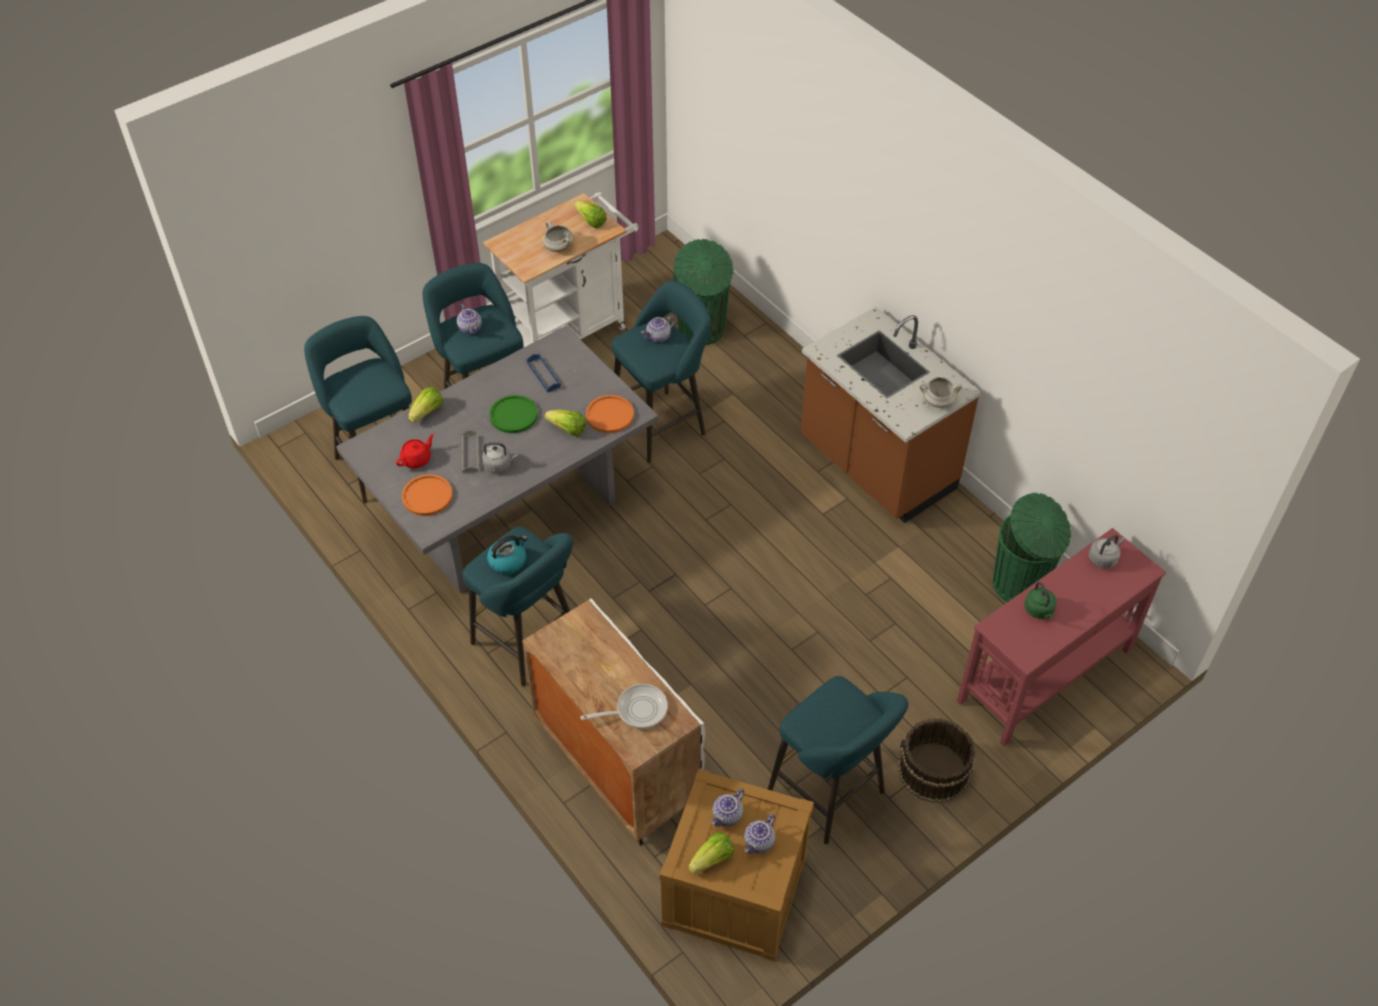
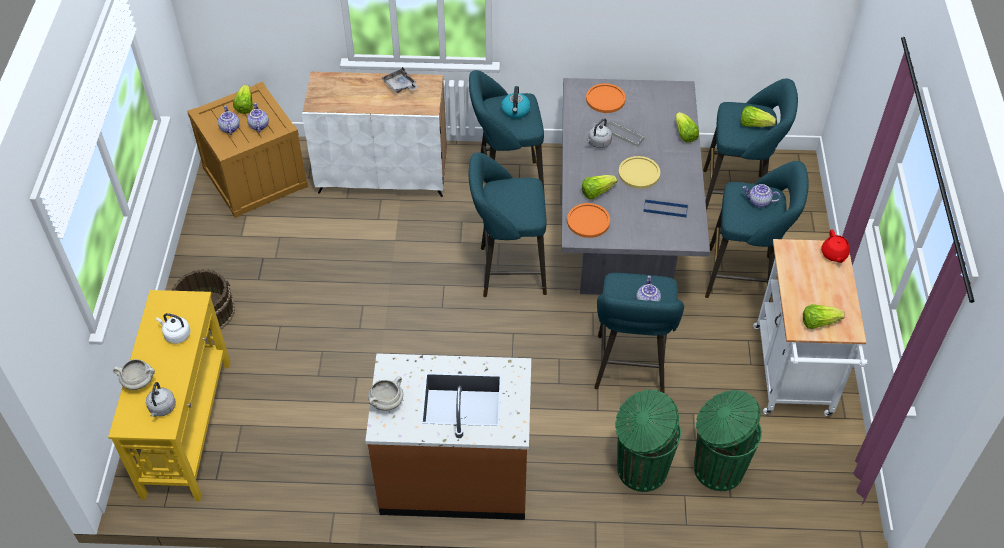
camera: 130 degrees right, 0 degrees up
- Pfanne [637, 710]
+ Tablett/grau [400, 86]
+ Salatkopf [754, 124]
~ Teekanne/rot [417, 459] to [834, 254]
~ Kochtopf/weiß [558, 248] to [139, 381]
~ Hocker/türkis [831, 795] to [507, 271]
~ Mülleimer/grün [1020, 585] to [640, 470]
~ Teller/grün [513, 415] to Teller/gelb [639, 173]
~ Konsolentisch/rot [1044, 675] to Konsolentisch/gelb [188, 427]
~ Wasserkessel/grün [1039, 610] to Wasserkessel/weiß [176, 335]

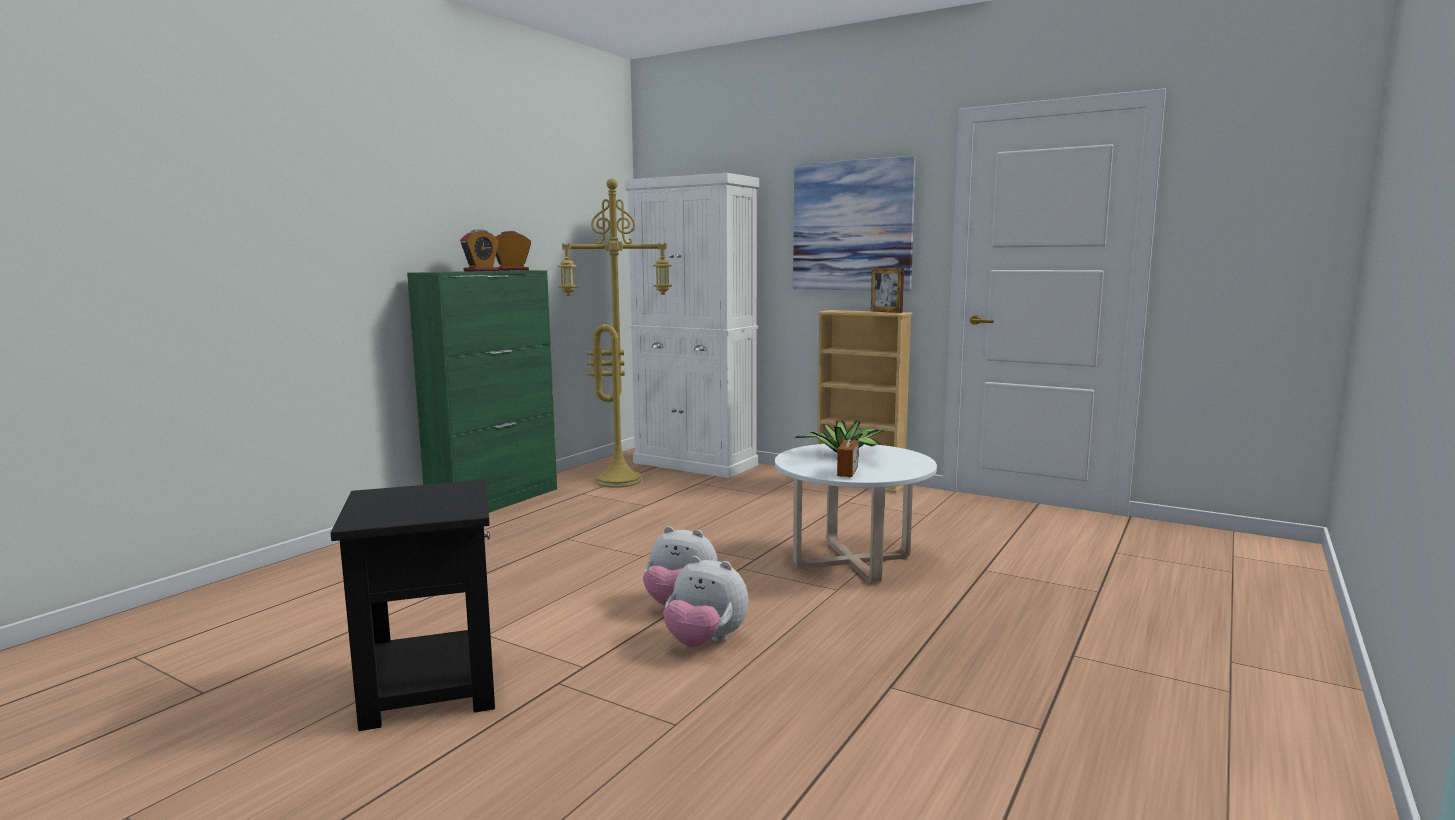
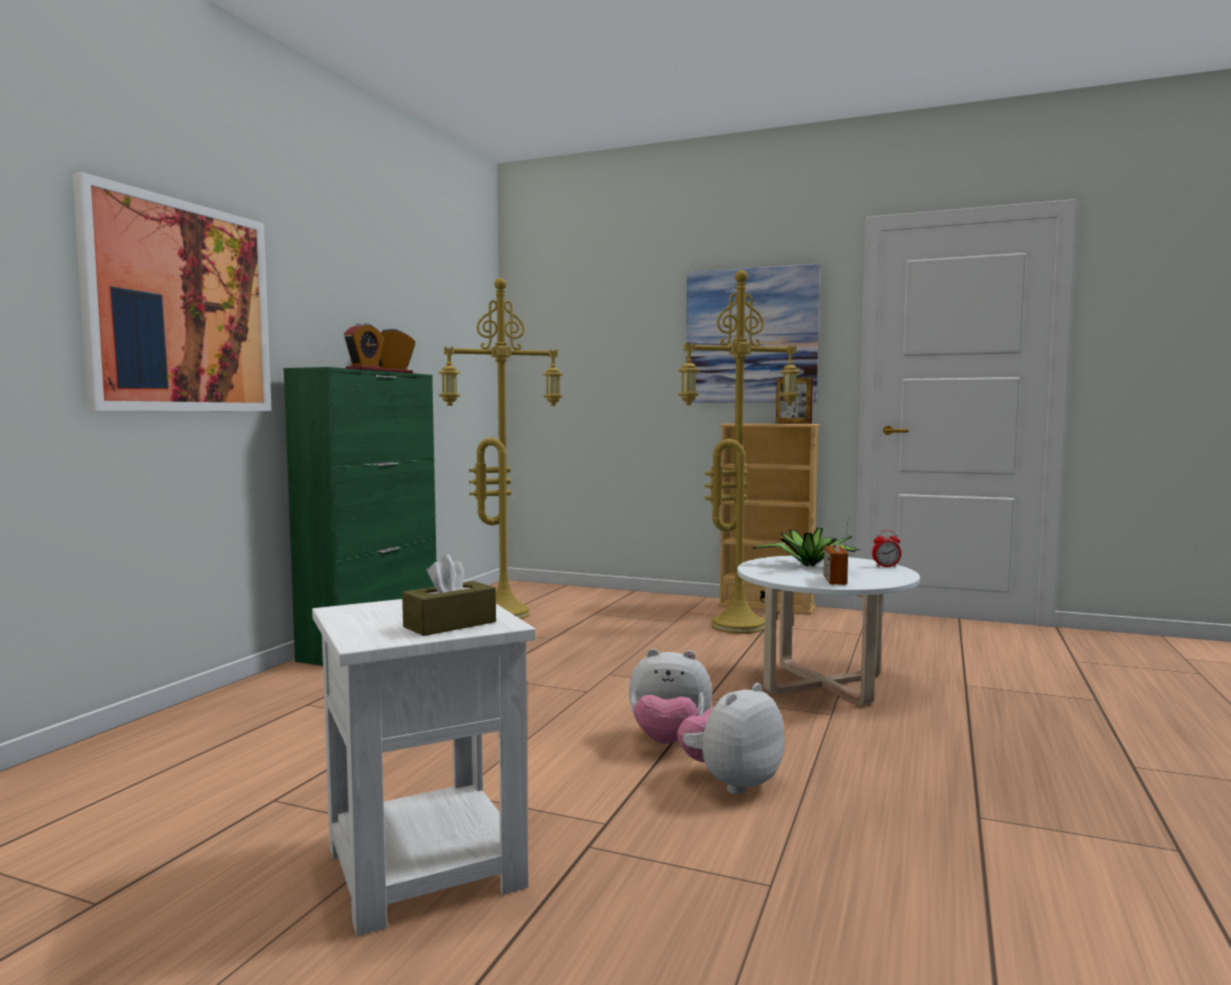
camera: 10 degrees left, 5 degrees down
- Schrank/weiß [695, 464]
+ Bild [181, 307]
+ Taschentuchbox/braun [450, 624]
+ Stehlampe/gelb [738, 625]
+ Wecker [886, 566]
~ Beistelltisch/schwarz [430, 687] to Beistelltisch/weiß [423, 866]
~ Plüschtier [705, 642] = [731, 782] 120 degrees clockwise

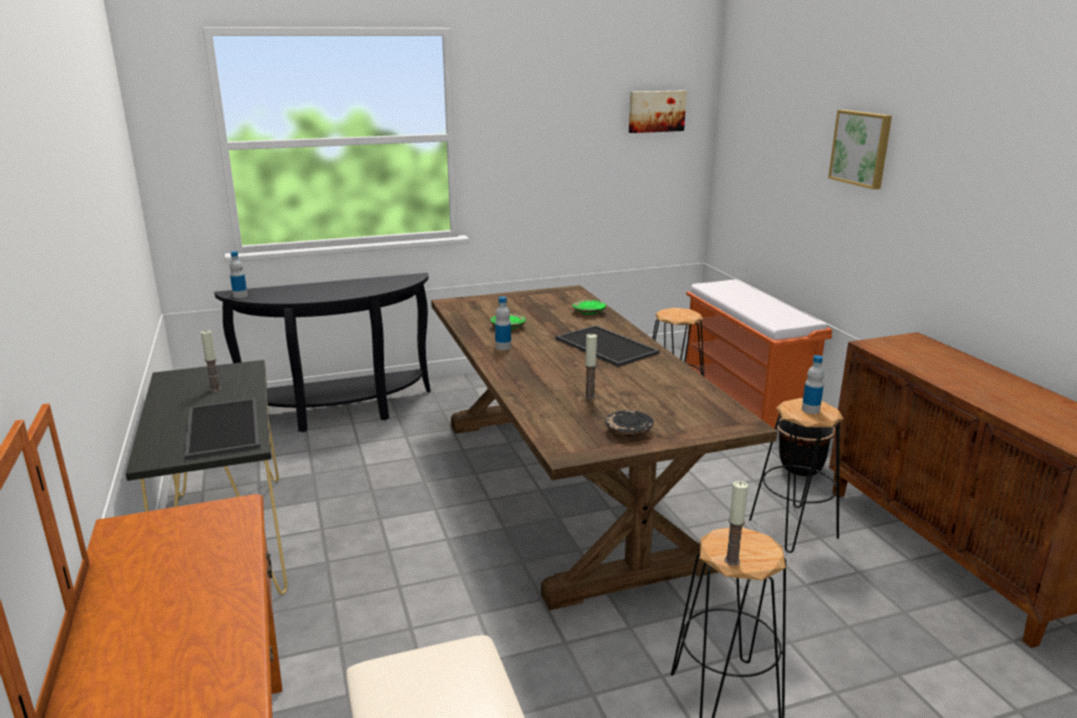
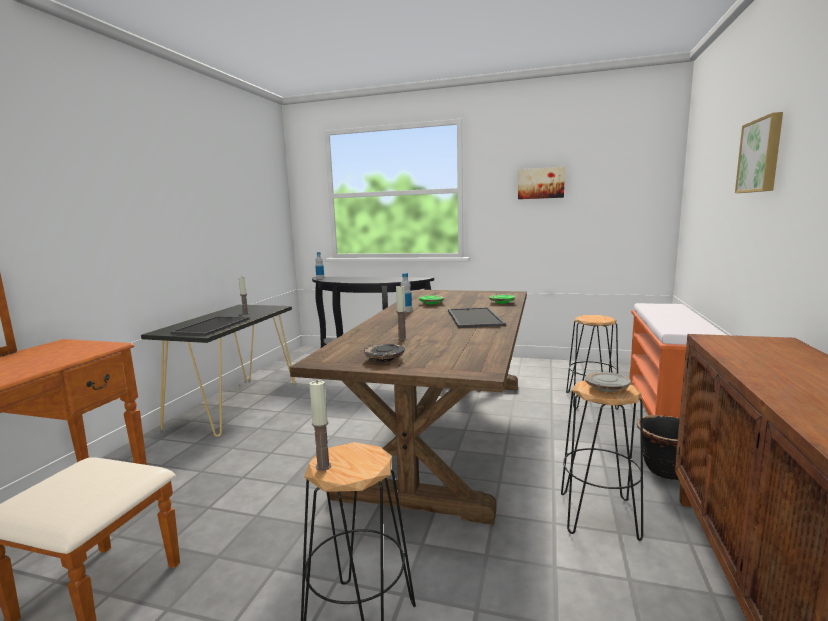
camera: 35 degrees right, 10 degrees down
~ Bild [656, 111] to [541, 183]
~ Flasche [810, 410] to Teller/grau [606, 388]

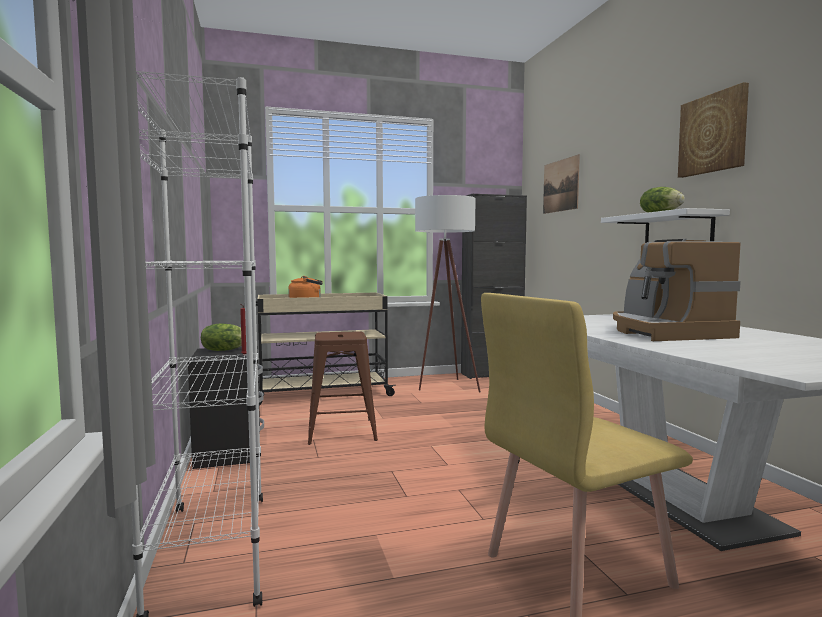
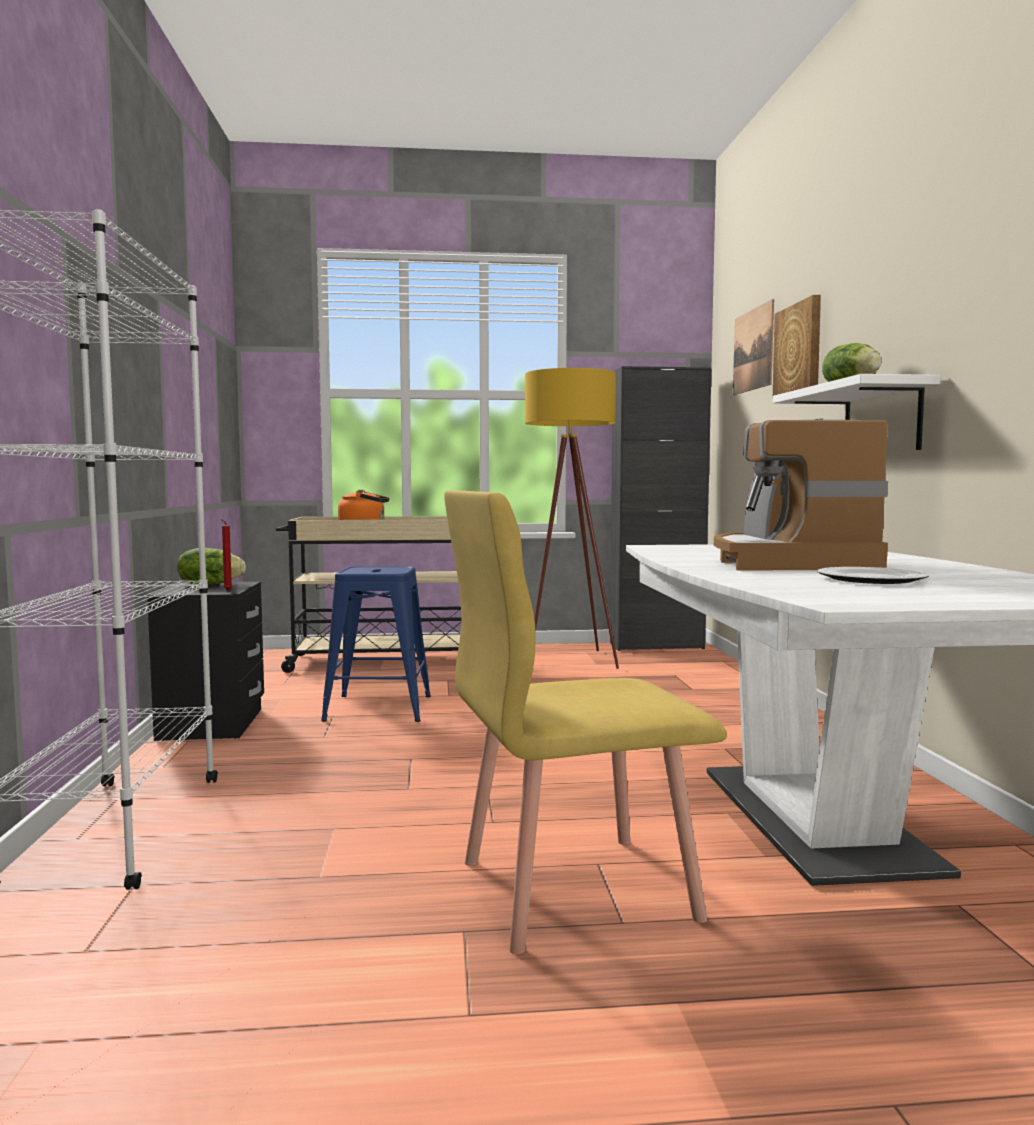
camera: 10 degrees right, 0 degrees up
+ Teller [872, 579]
~ Bild [713, 133] to [799, 350]
~ Hocker/braun [342, 431] to Hocker/blau [379, 708]
~ Stehlampe/weiß [445, 387] to Stehlampe/gelb [570, 661]

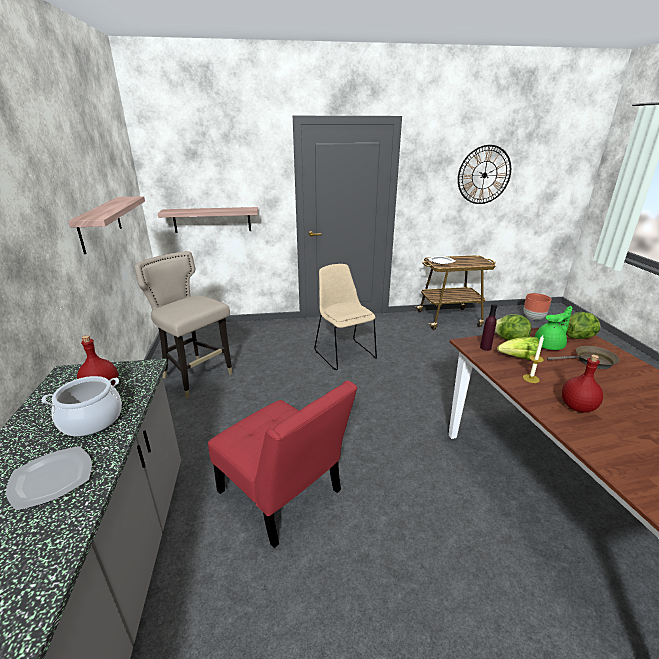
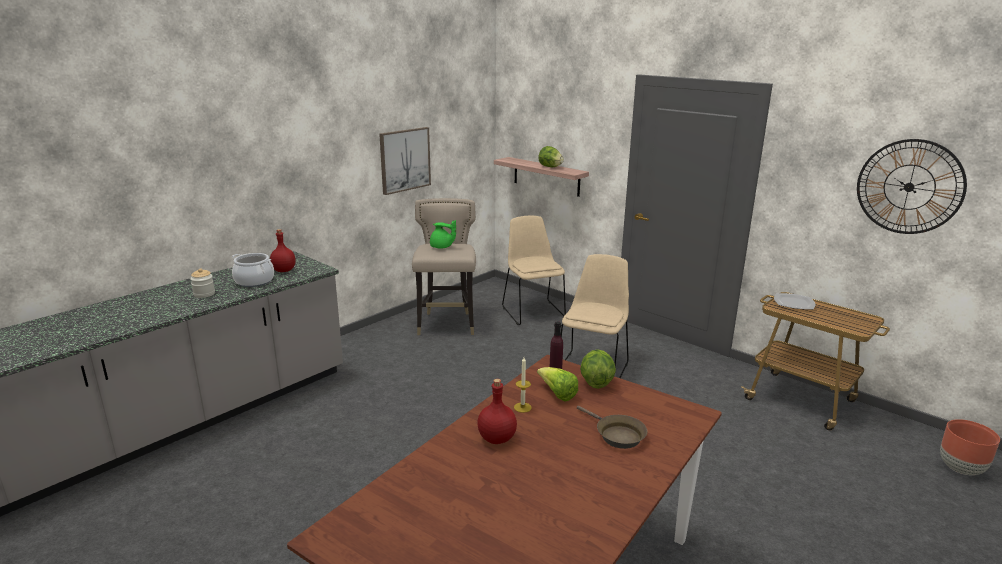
camera: 50 degrees right, 5 degrees down
- Stuhl/rot [283, 496]
+ Stuhl/beige [532, 311]
~ Teekanne/grün [550, 346] to [442, 247]
~ Salatkopf [579, 337] to [550, 167]
~ Teller [51, 478] to Vorratsglas [204, 294]
~ Wandregal [100, 223] to Bild [404, 160]

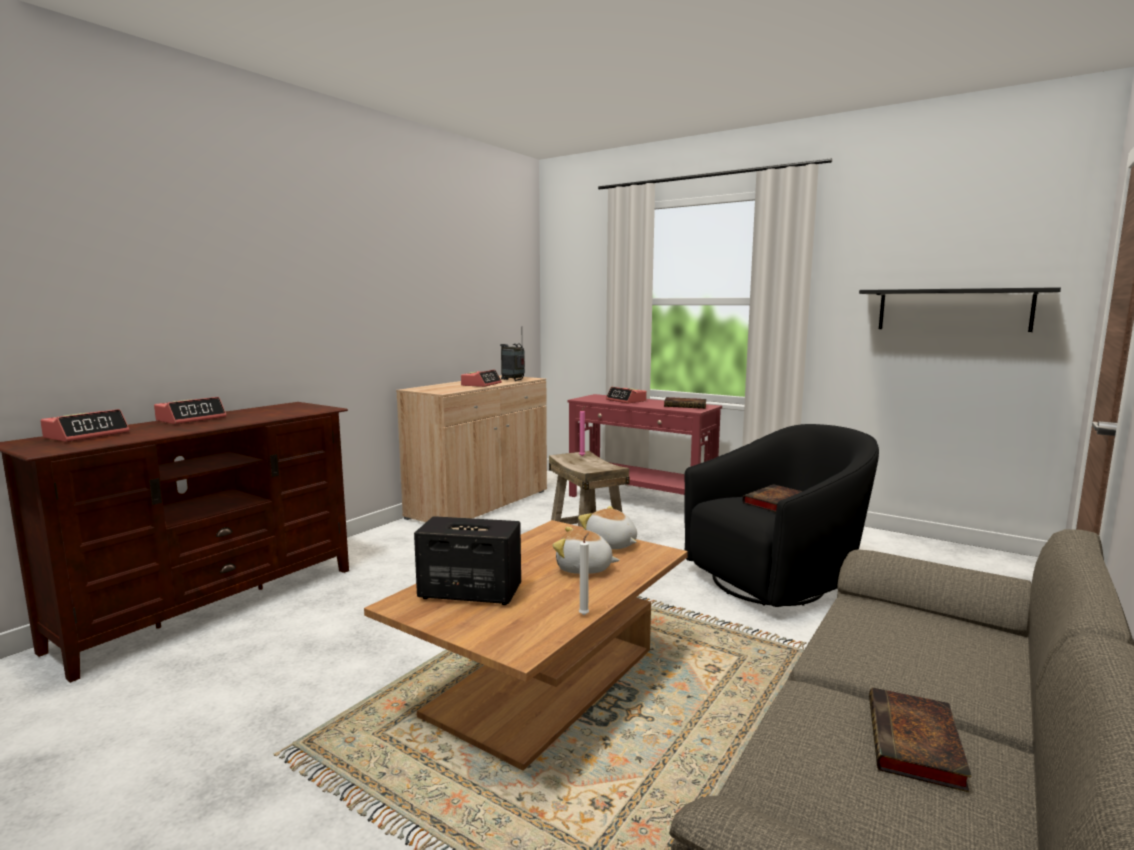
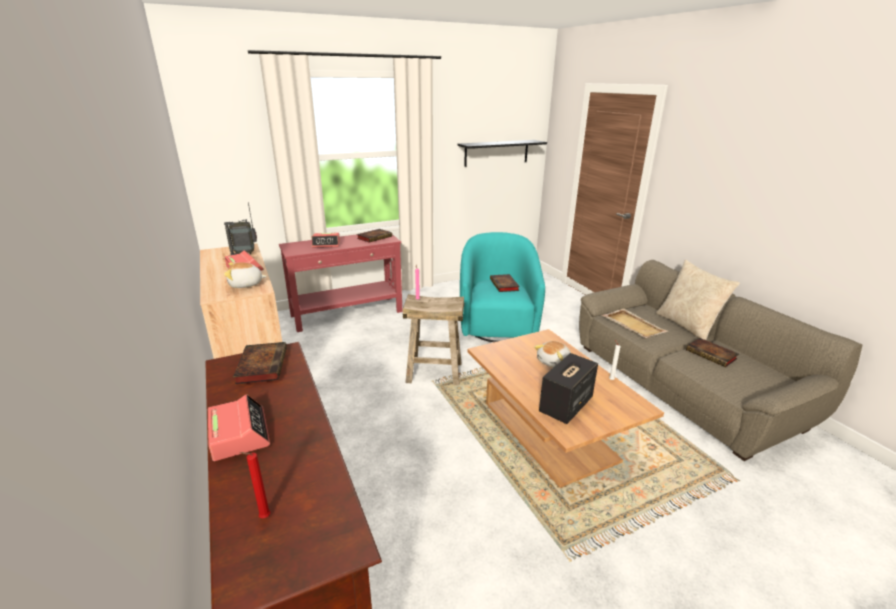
camera: 60 degrees left, 15 degrees up
+ Buch [262, 365]
+ Tablett/beige [632, 325]
+ Kissen/beige [687, 326]
~ Plüschtier [610, 545] to [246, 284]
~ Wecker [87, 435] to Kerze/rot [263, 518]
~ Sessel/schwarz [777, 580] to Sessel/türkis [497, 324]

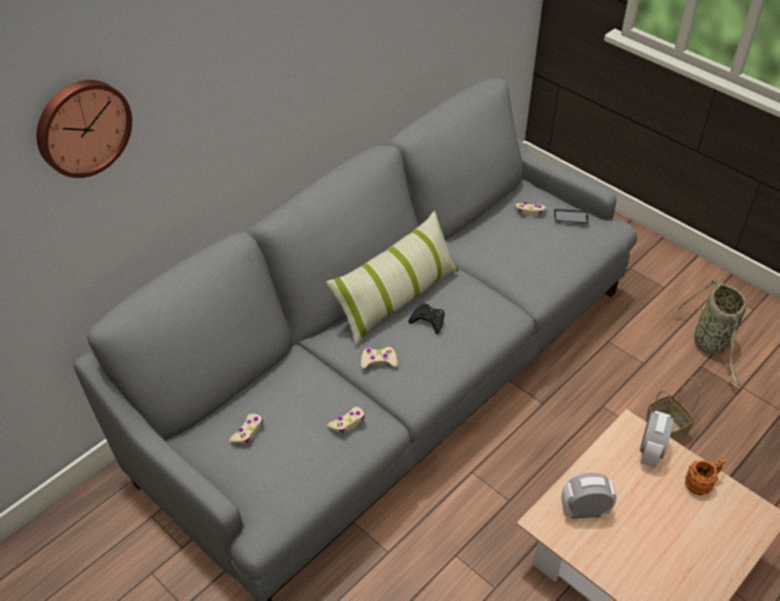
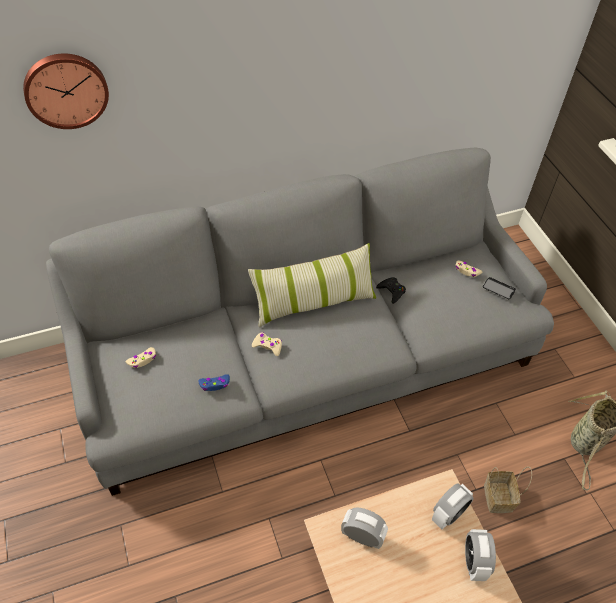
camera: 25 degrees right, 5 degrees up
~ Gamepad/schwarz [428, 321] to [392, 291]
~ Henkelbecher/orange [701, 484] to Wecker [474, 562]
~ Gamepad/beige [347, 423] to Gamepad/blau [215, 384]

